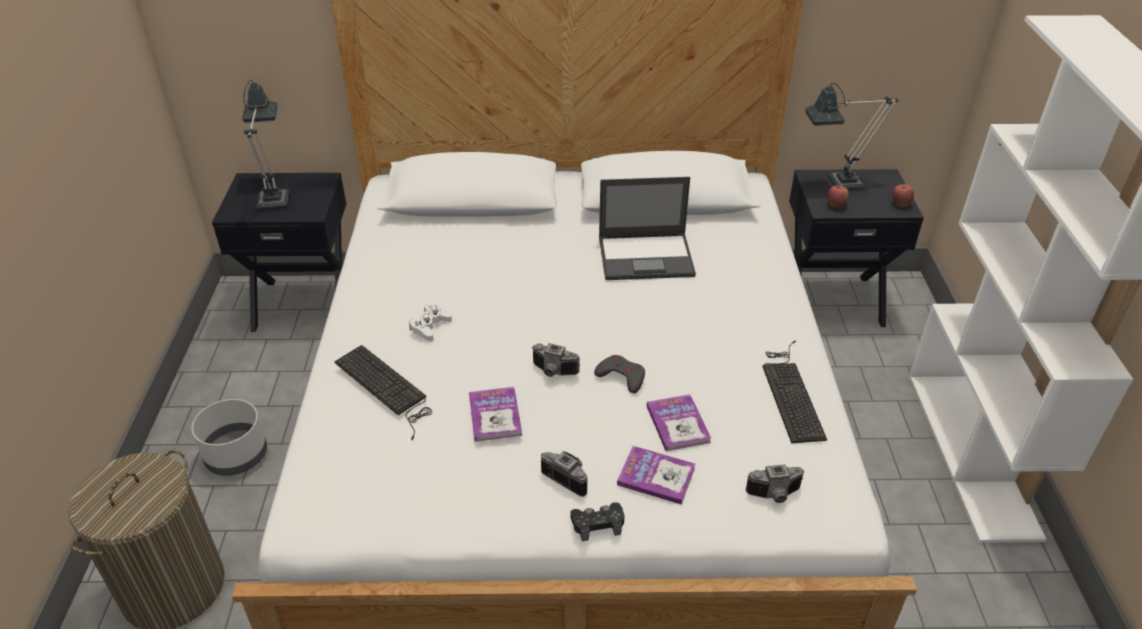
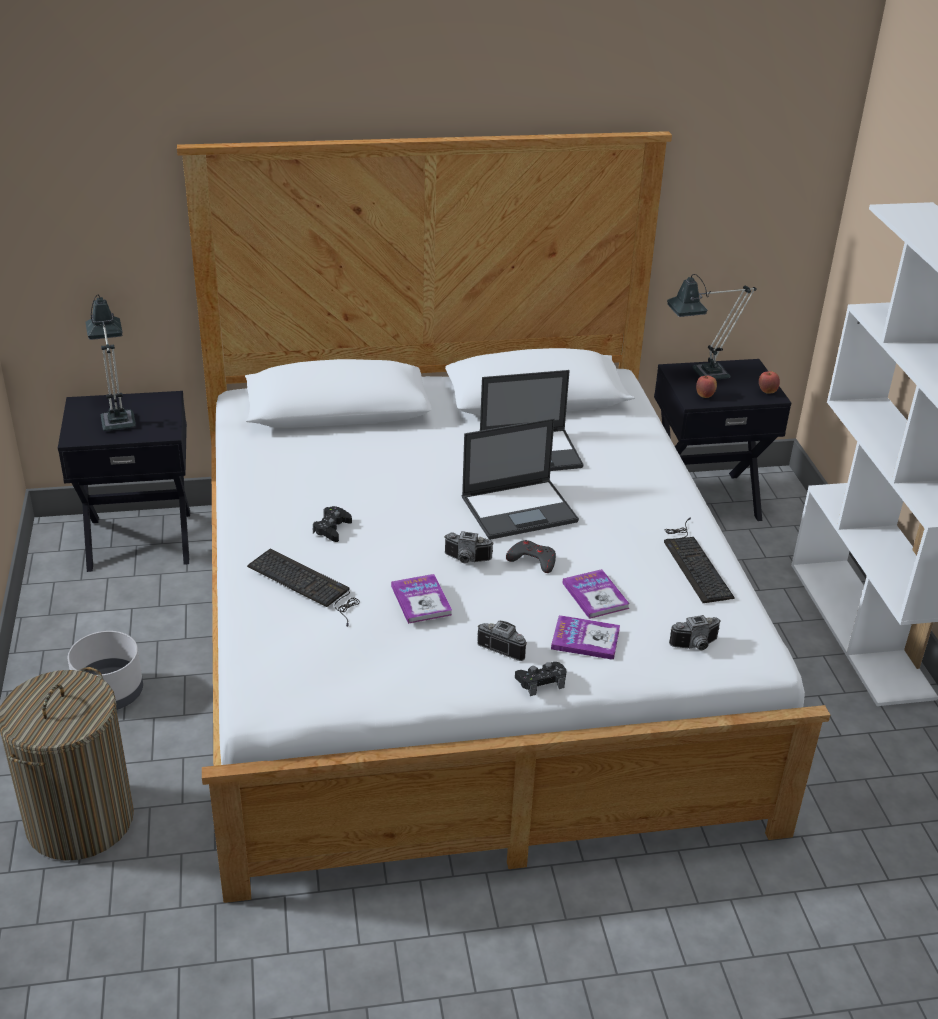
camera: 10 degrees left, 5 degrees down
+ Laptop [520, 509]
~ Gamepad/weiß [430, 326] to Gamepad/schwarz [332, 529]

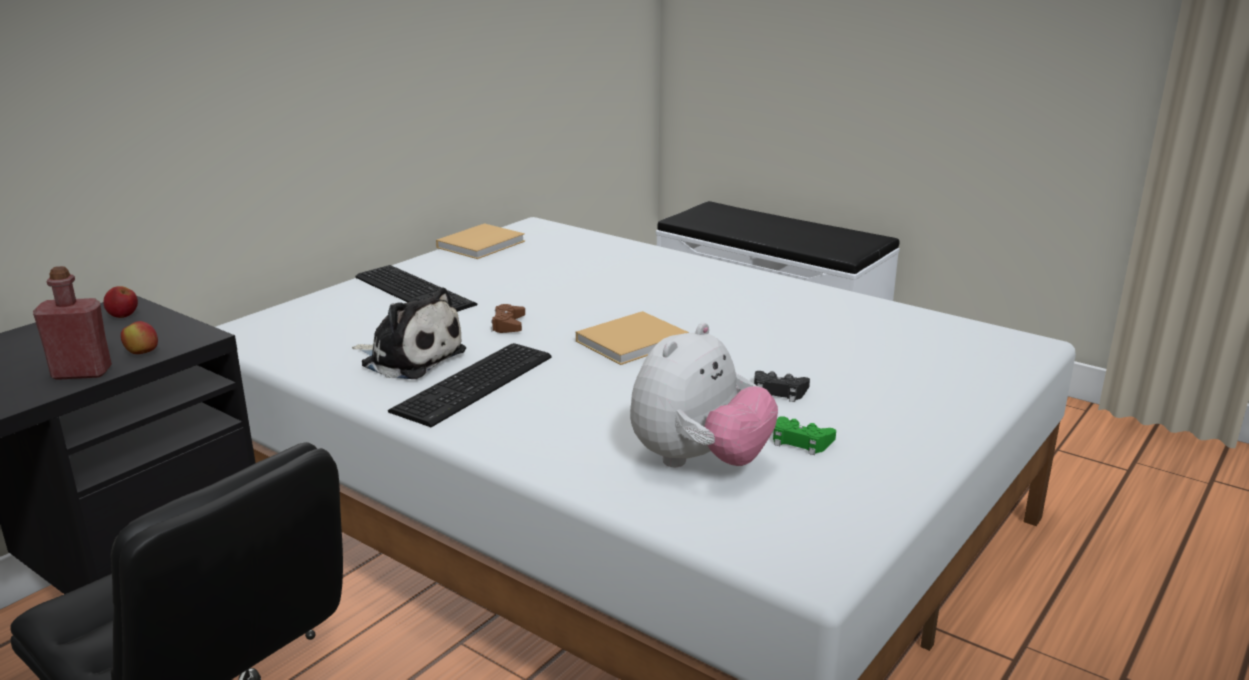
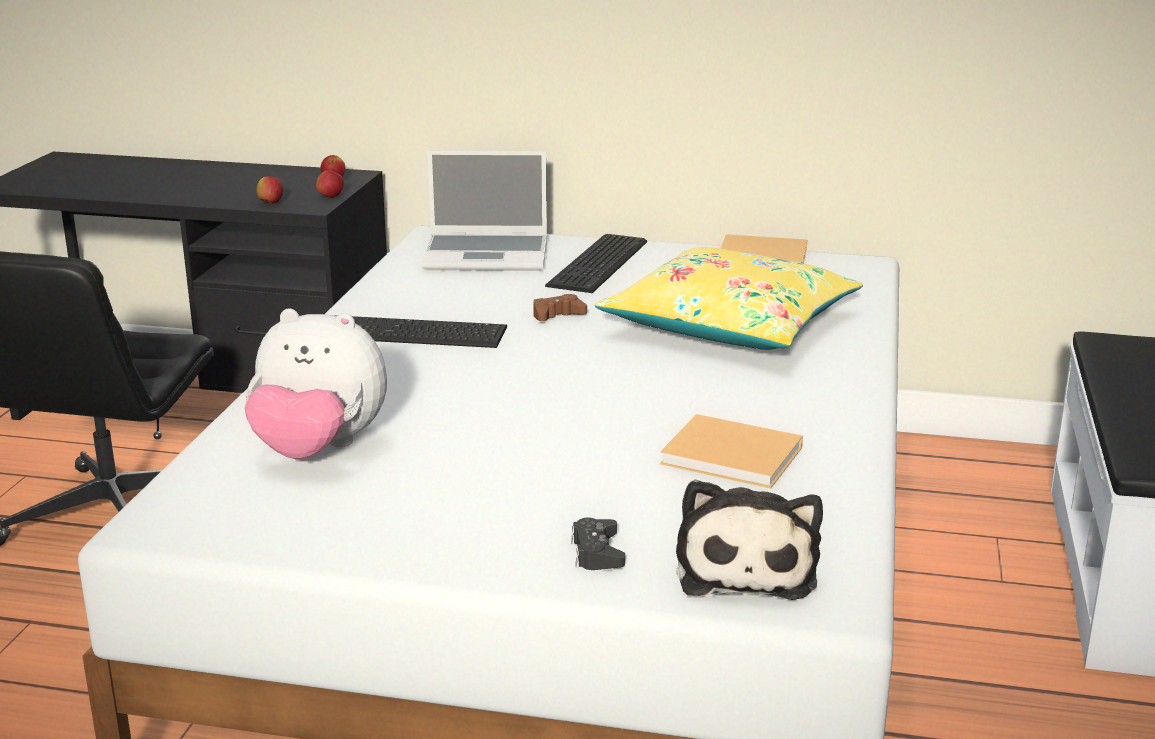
camera: 65 degrees right, 0 degrees up
- Flasche/rot [82, 373]
- Gamepad/grün [800, 441]
+ Apfel [330, 197]
+ Laptop [488, 255]
+ Kissen/gelb [730, 325]
~ Plüschtier [409, 358] to [745, 567]
~ Buch/beige [634, 341] to [735, 457]
~ Gamepad/schwarz [778, 391] to [597, 553]

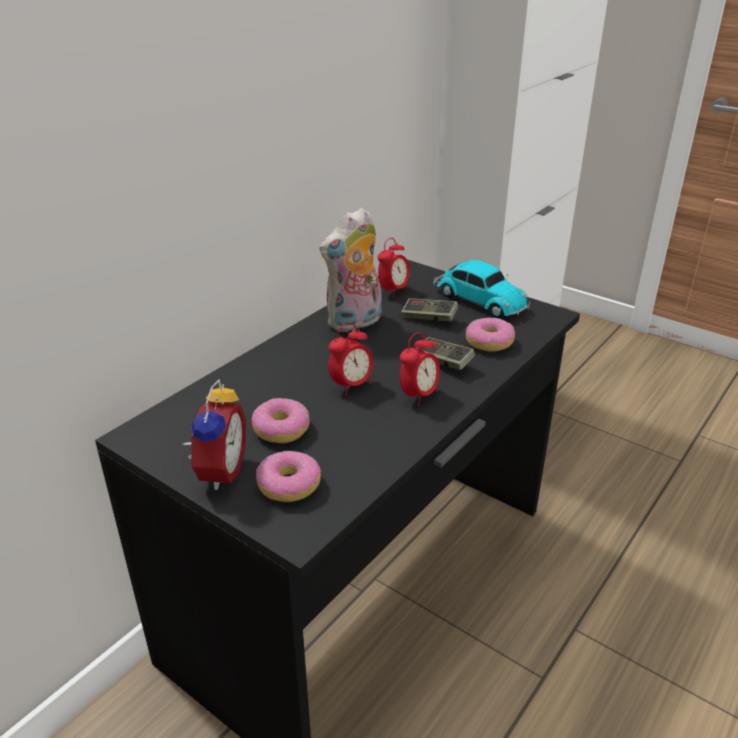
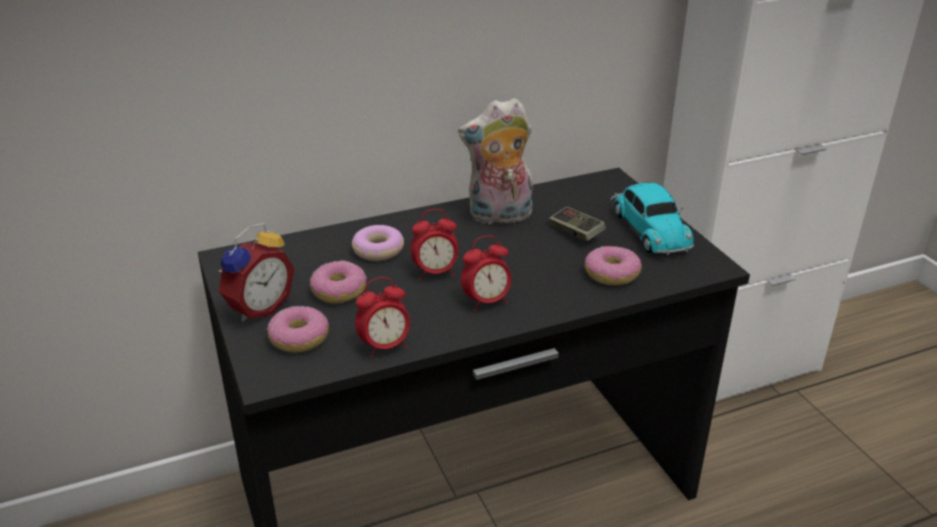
camera: 30 degrees right, 0 degrees up
- Gamepad [443, 362]
+ Donut [378, 250]
~ Wecker [393, 290] to [385, 347]

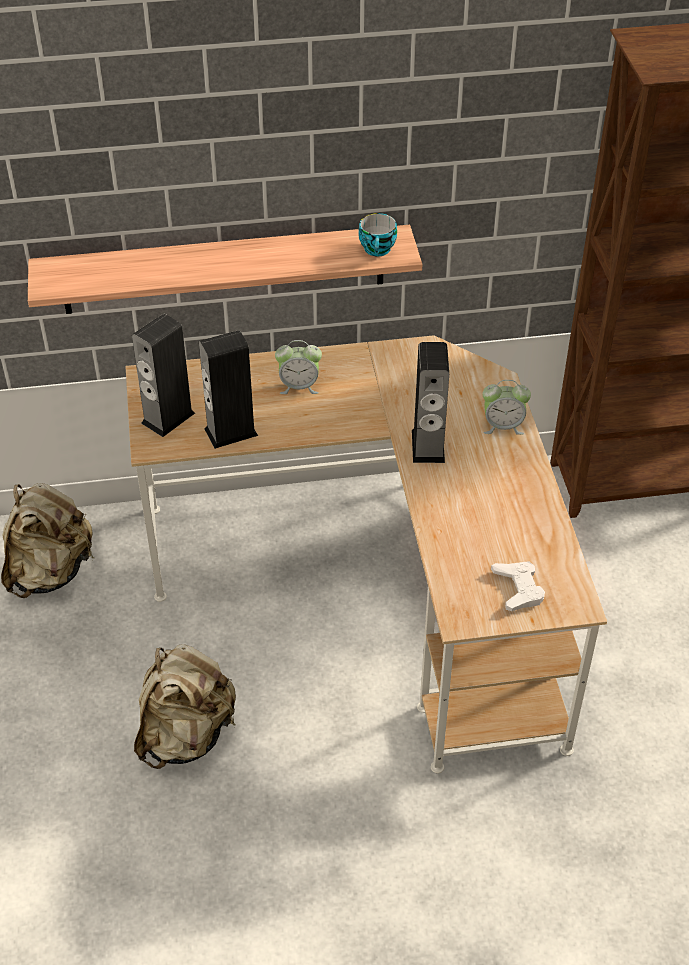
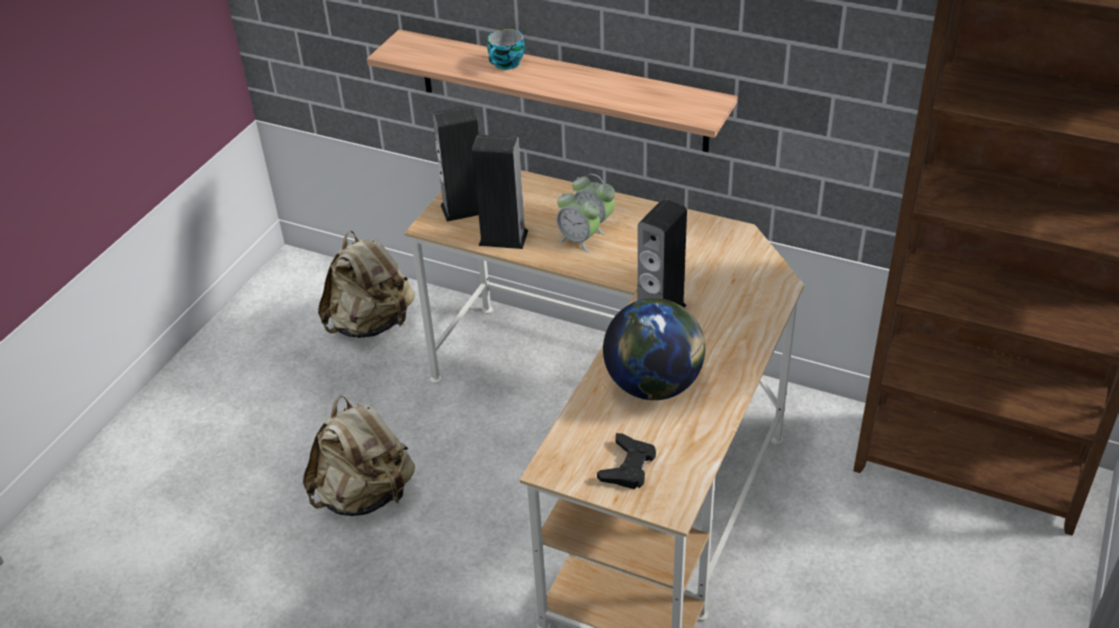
camera: 35 degrees right, 5 degrees down
+ Globus [654, 385]
~ Tasse [378, 250] to [506, 64]
~ Wecker [503, 426] to [578, 240]
~ Gamepad/weiß [518, 589] to Gamepad/schwarz [628, 466]

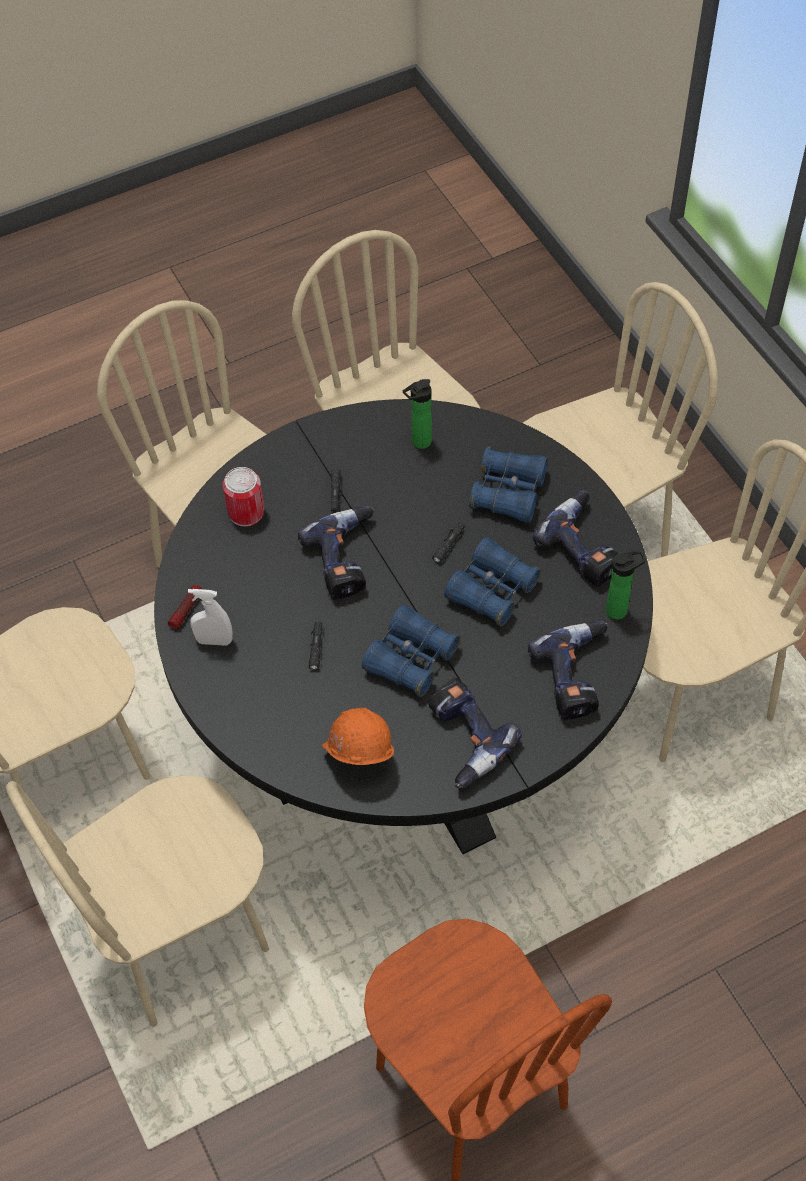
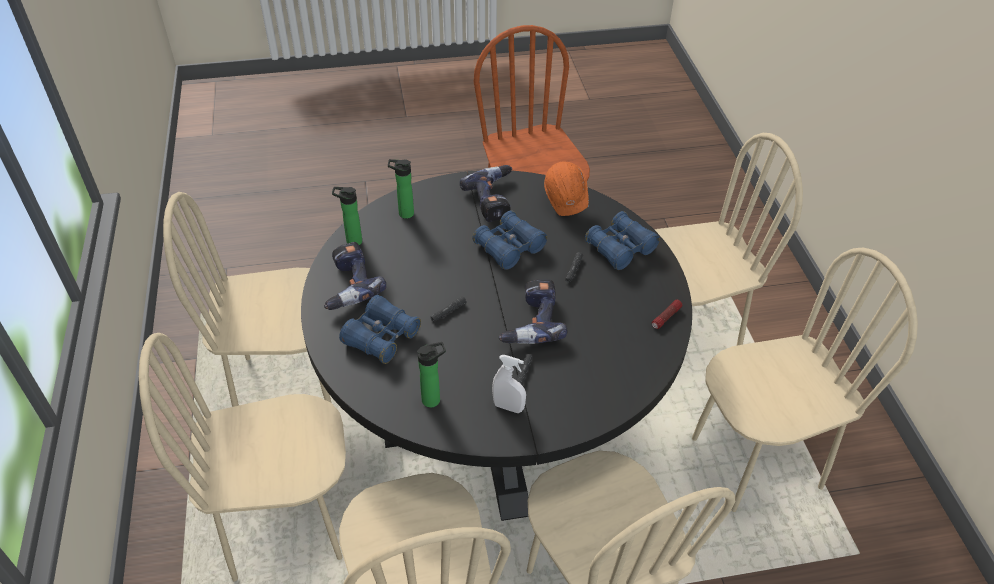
camera: 165 degrees left, 10 degrees down
- Dose [246, 512]
~ Sprühflasche/weiß [214, 641] to [508, 407]
~ Fernglas/blau [492, 591] to [620, 248]
~ Bohrmaschine [578, 676] to Flasche [403, 213]

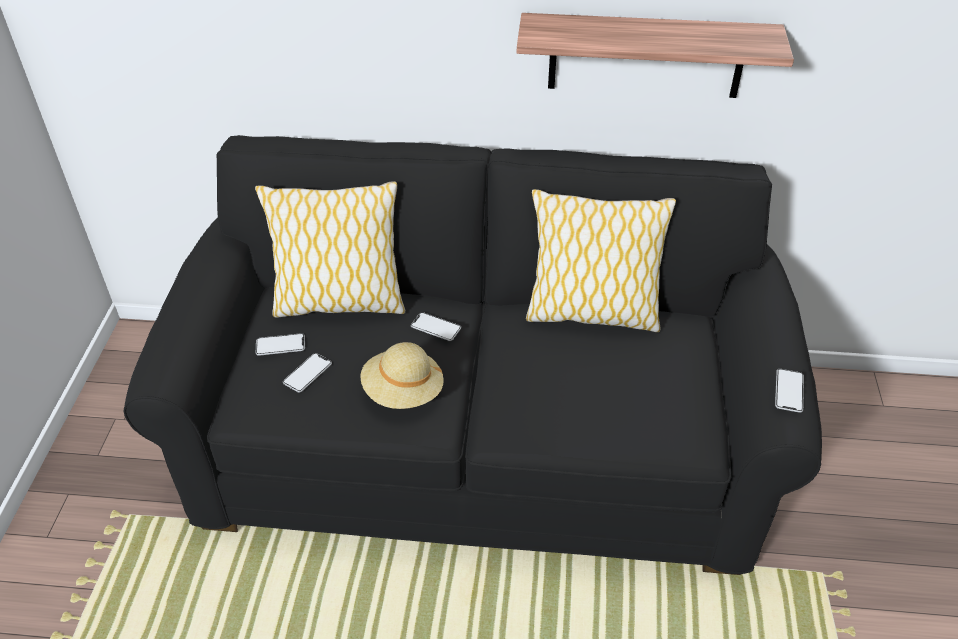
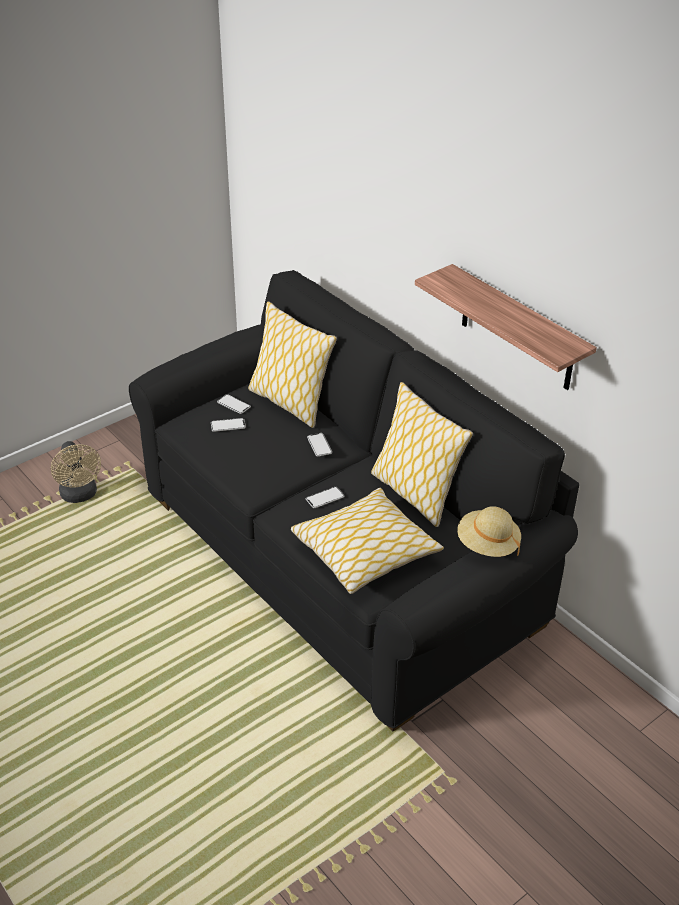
camera: 45 degrees right, 5 degrees down
+ Ventilator/beige [80, 495]
+ Kissen [365, 551]
~ Hut/beige [403, 392] to [487, 545]
~ Handy [789, 391] to [325, 498]

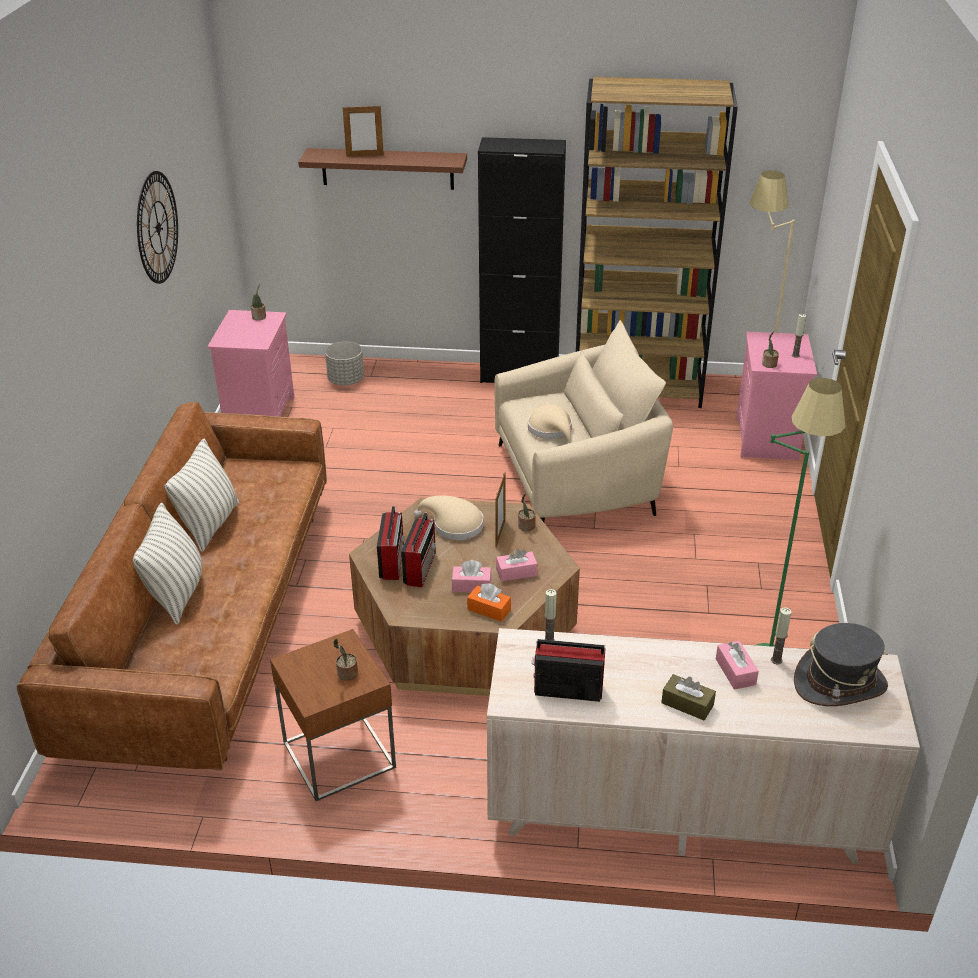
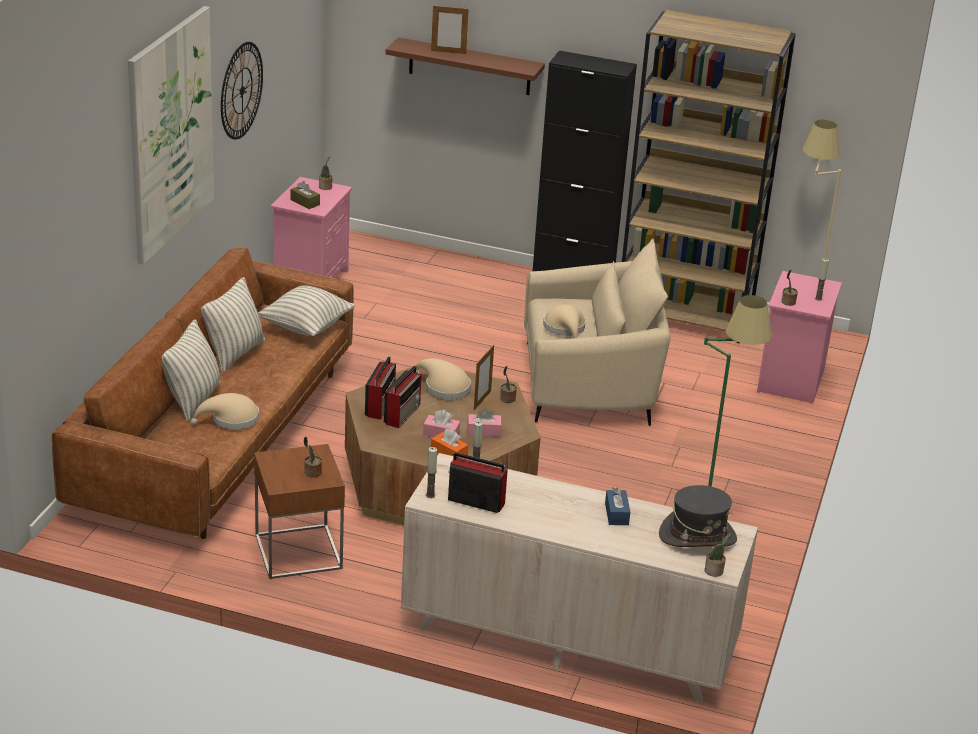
camera: 10 degrees right, 5 degrees down
- Pflanzkübel/grau [346, 380]
+ Bild [170, 133]
+ Hut/beige [231, 419]
+ Kissen [306, 327]
+ Topfpflanze [715, 571]
~ Taschentuchbox/braun [687, 704] to [305, 202]
~ Kerze [776, 660] to [430, 495]
~ Taschentuchbox/rosa [735, 671] to Taschentuchbox/blau [616, 514]

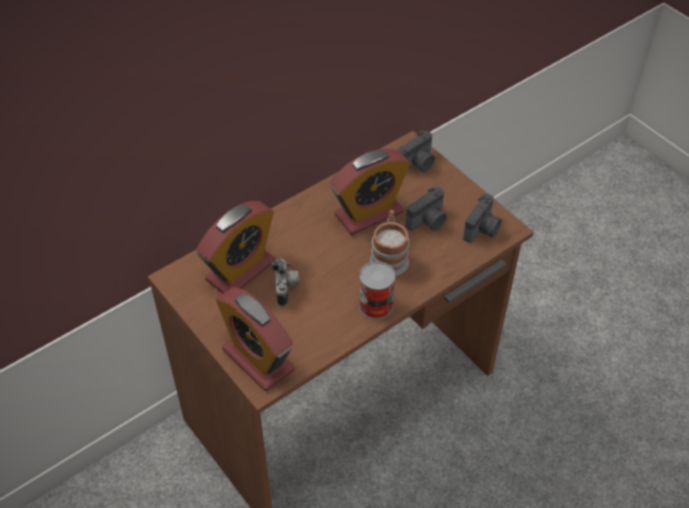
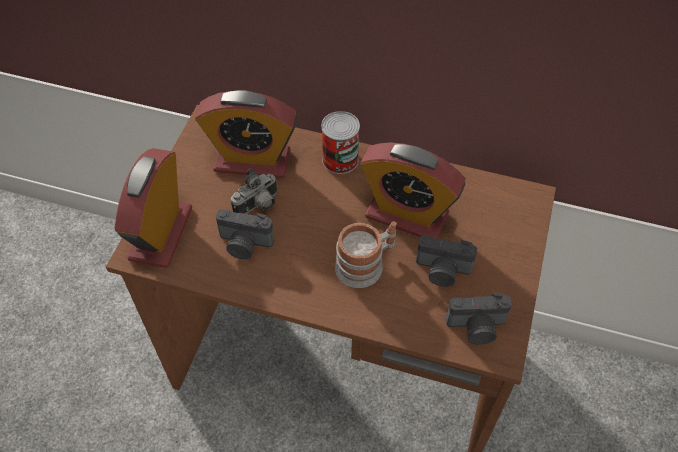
camera: 55 degrees right, 5 degrees up
~ Dose [376, 305] to [340, 159]
~ Kamera [417, 164] to [244, 244]

